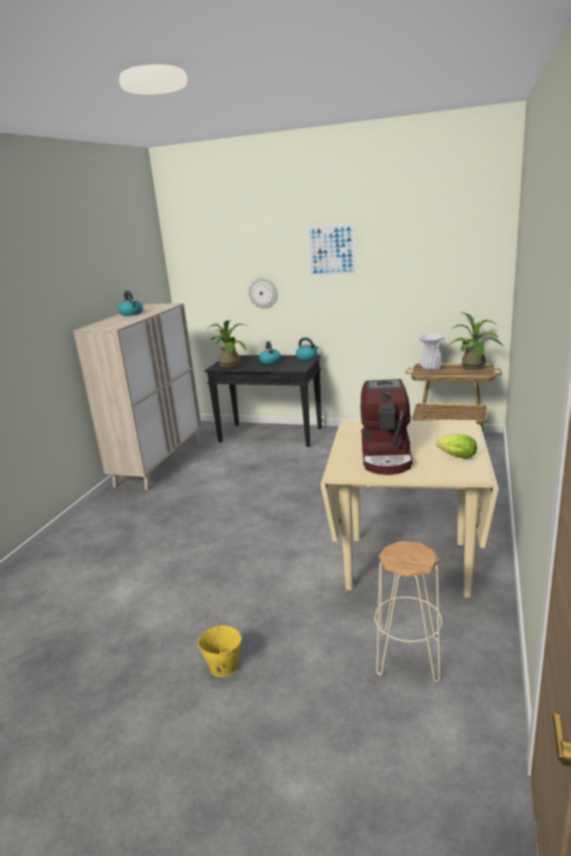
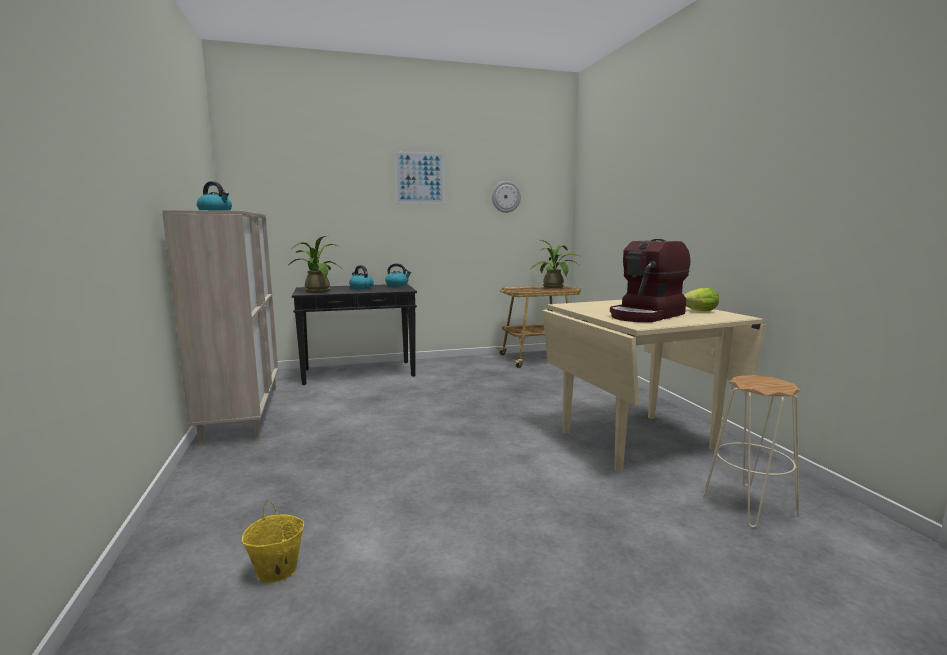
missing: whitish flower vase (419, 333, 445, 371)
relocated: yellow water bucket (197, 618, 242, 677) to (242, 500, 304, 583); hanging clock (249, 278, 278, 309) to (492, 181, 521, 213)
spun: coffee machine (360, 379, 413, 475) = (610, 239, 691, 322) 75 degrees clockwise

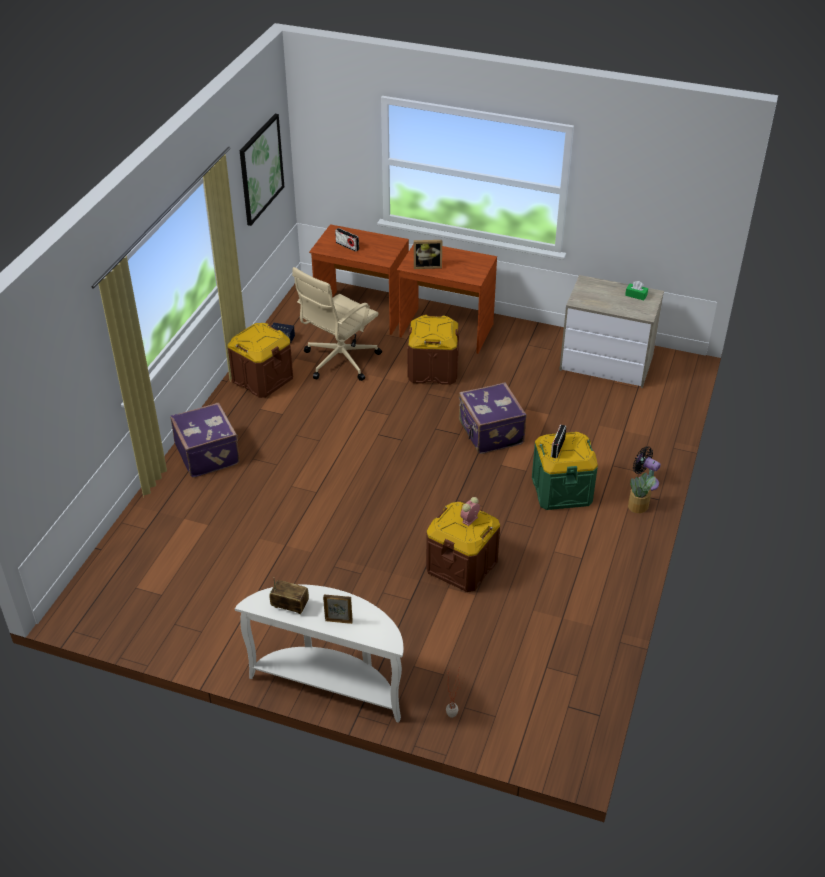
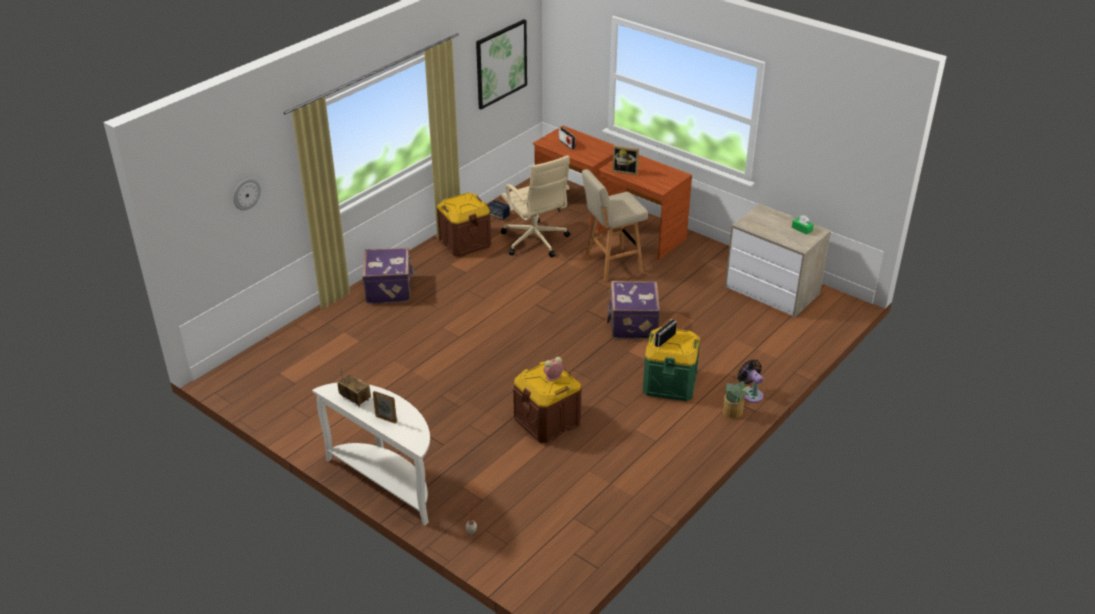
appeared: hanging clock (233, 179, 261, 210)
exchanged: brown-coloured storage bin (407, 315, 459, 385) to beige-coloured stool (582, 169, 648, 281)
spun: beige-coloured computer chair (292, 267, 382, 381) = (501, 155, 571, 257) 90 degrees counterclockwise

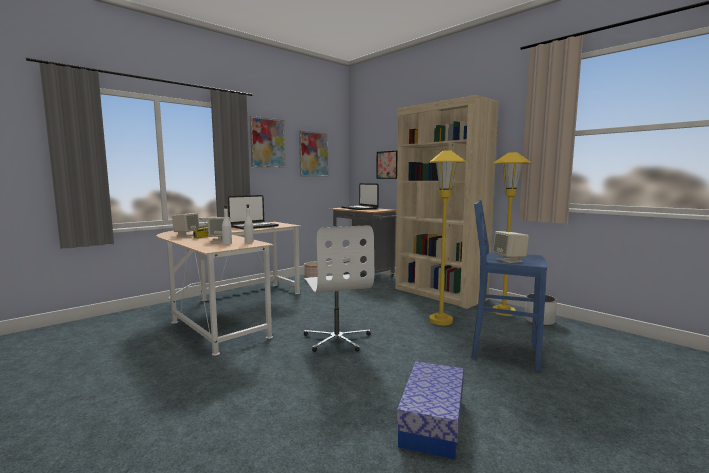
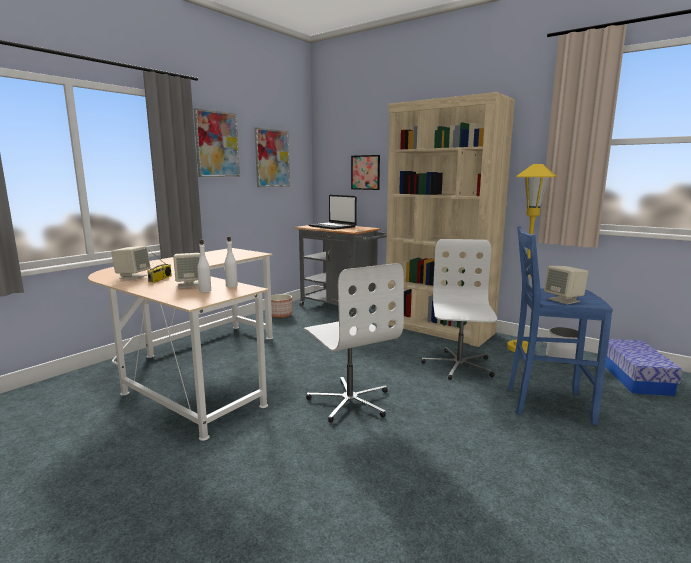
missing: laptop (228, 195, 279, 229)
relocated: storage bin (396, 361, 464, 460) to (605, 339, 682, 396)
exchanged: yellow standing lamp (429, 150, 466, 325) to whitish computer chair (421, 239, 497, 380)

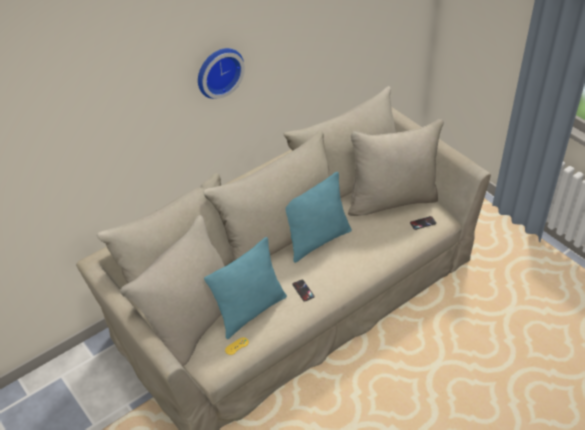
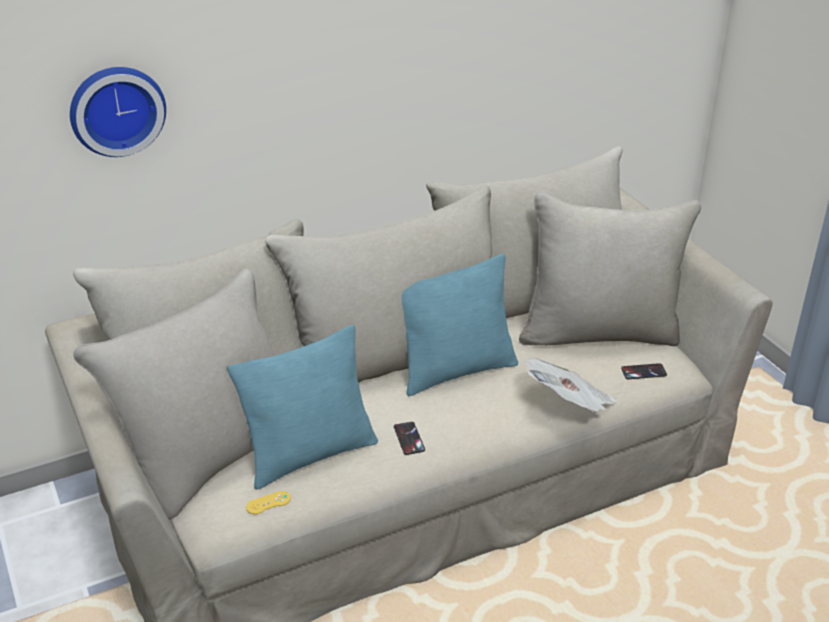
appeared: newspaper (524, 357, 617, 412)
relocated: hanging clock (198, 48, 245, 99) to (70, 67, 166, 157)

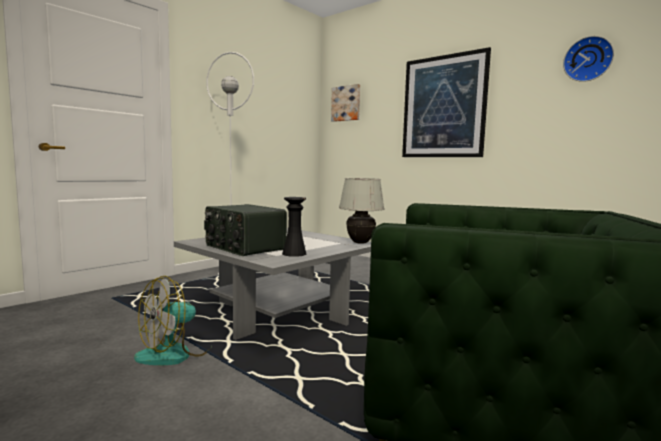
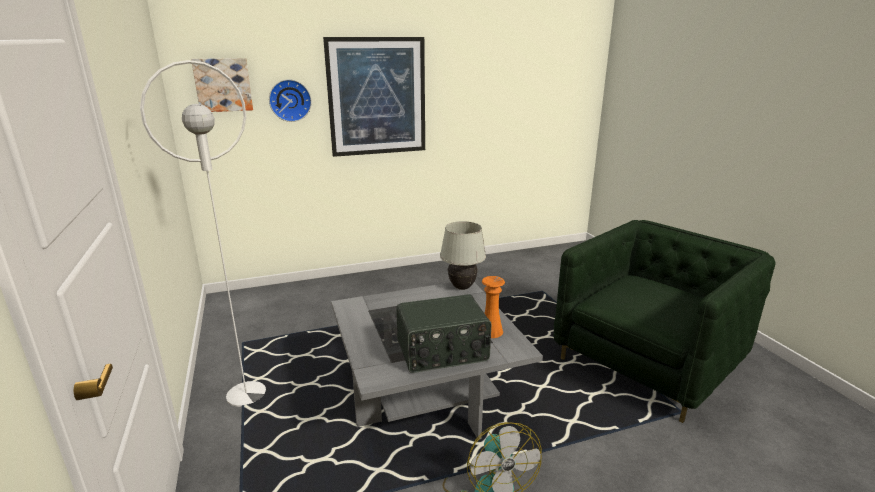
relocated: hanging clock (563, 36, 614, 82) to (269, 79, 312, 122)
colour: black-coloured flower vase (282, 197, 306, 257) to orangey flower vase (482, 276, 505, 338)

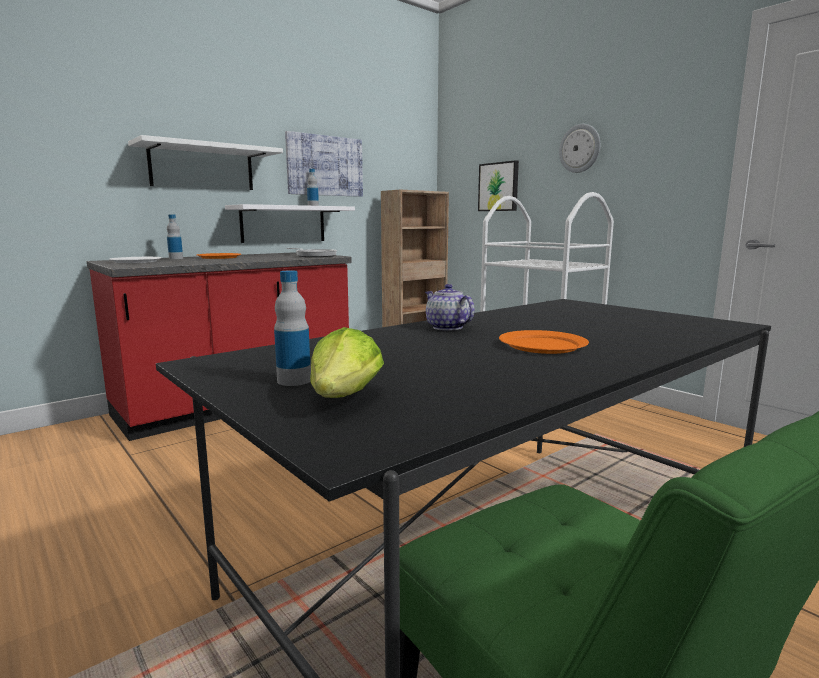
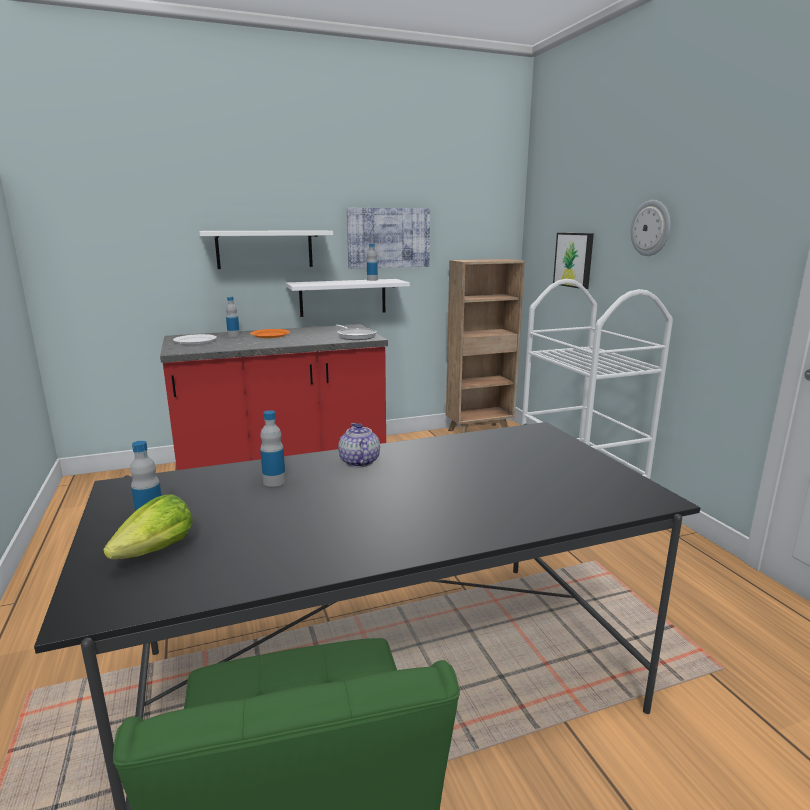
missing: orangey dinner plate (499, 330, 589, 354)
appeared: bottle (260, 410, 286, 487)

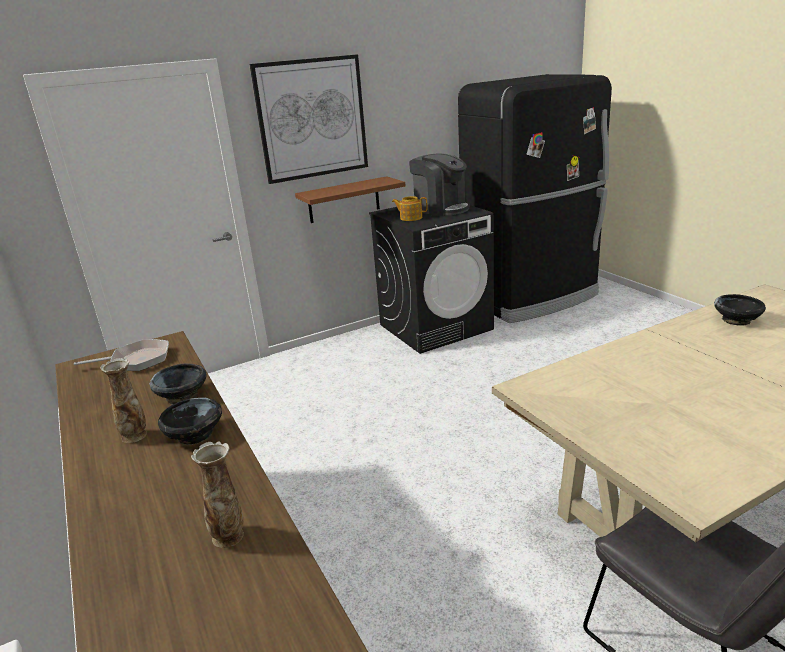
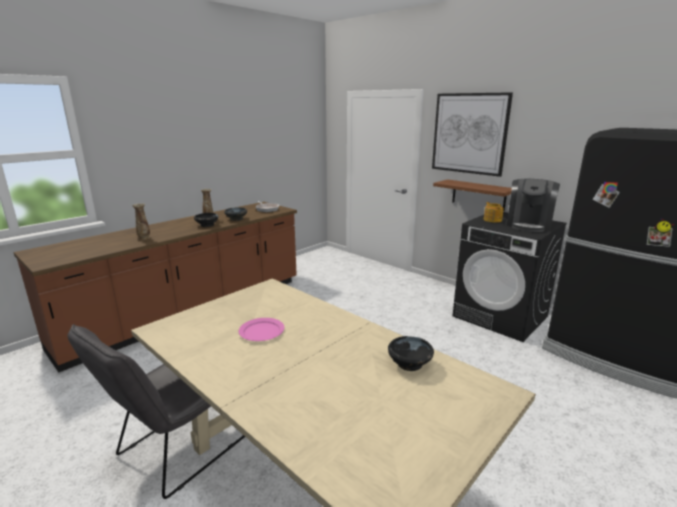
appeared: pink dinner plate (239, 318, 285, 341)

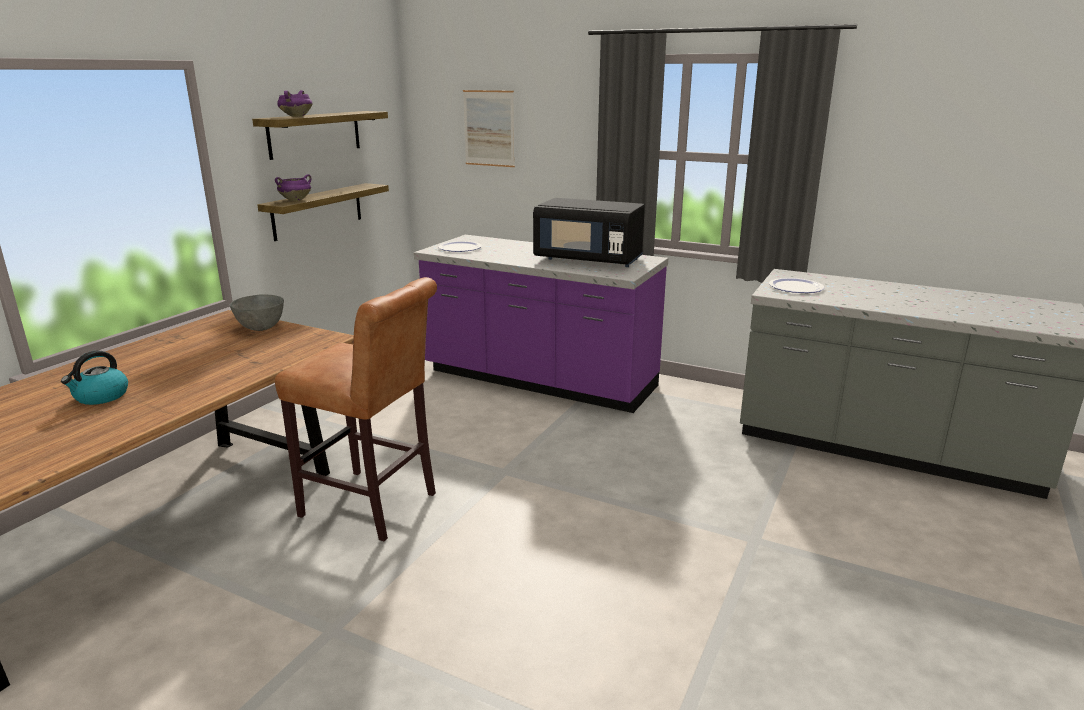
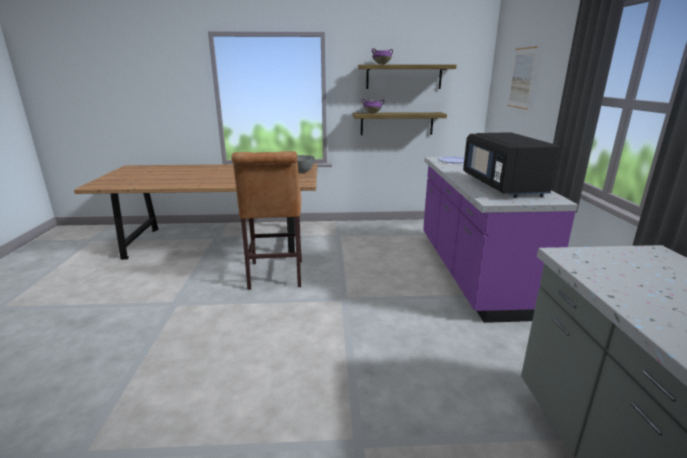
missing: tea kettle (61, 350, 128, 405); dinner plate (769, 278, 825, 293)

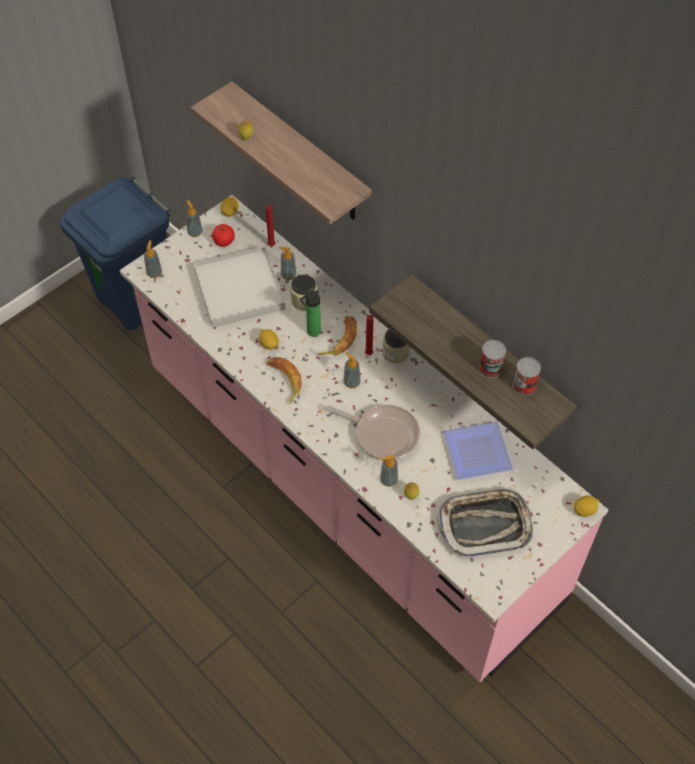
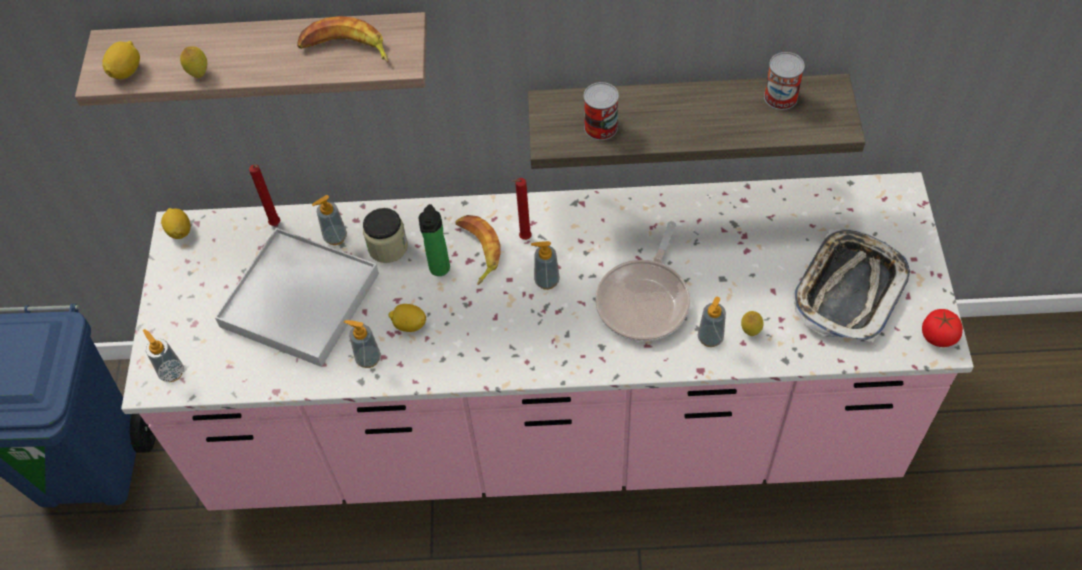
missing: jar (382, 329, 410, 364); dinner plate (443, 422, 513, 480)
relocated: soap dispenser (185, 200, 203, 237) to (344, 320, 381, 368); tomato (212, 224, 235, 247) to (922, 309, 963, 347); whole banana (266, 357, 302, 405) to (297, 16, 388, 63); sealed can (479, 340, 506, 378) to (584, 82, 619, 140); whole lemon (574, 495, 599, 517) to (102, 41, 140, 79)
spun: frying pan (326, 404, 420, 460) = (595, 221, 690, 342) 135 degrees clockwise

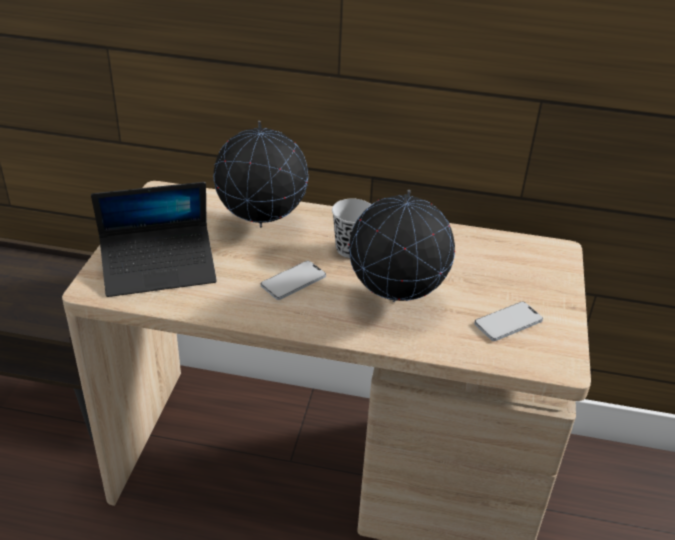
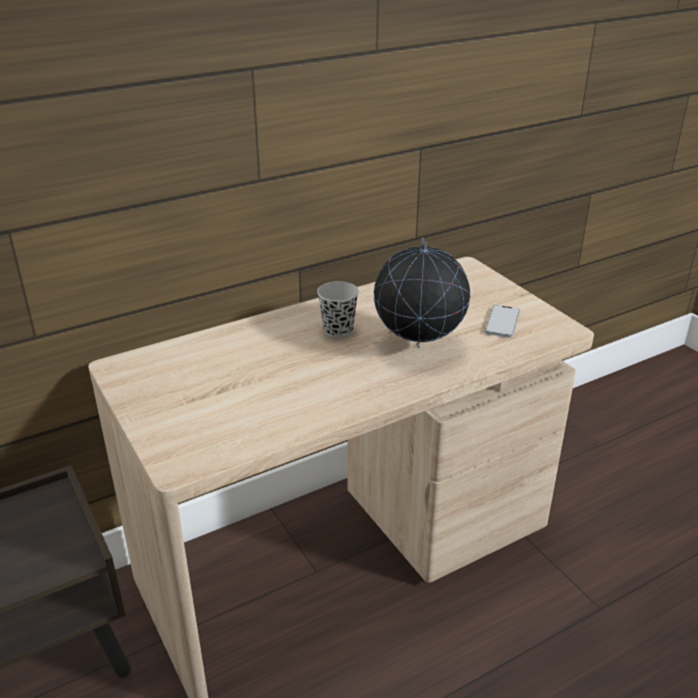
missing: laptop (91, 182, 217, 297); desk globe (213, 121, 308, 228); phone (261, 261, 326, 300)

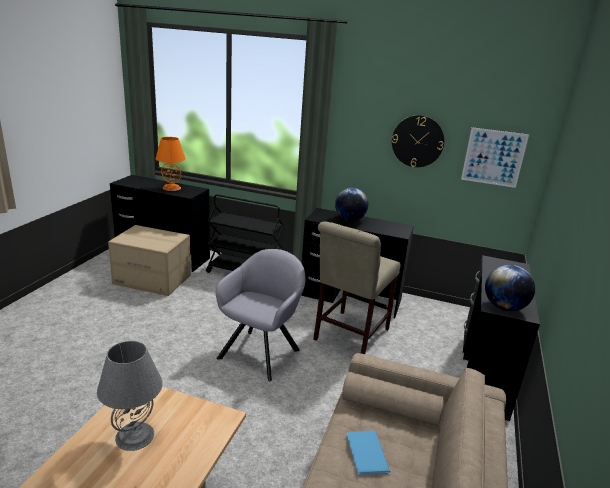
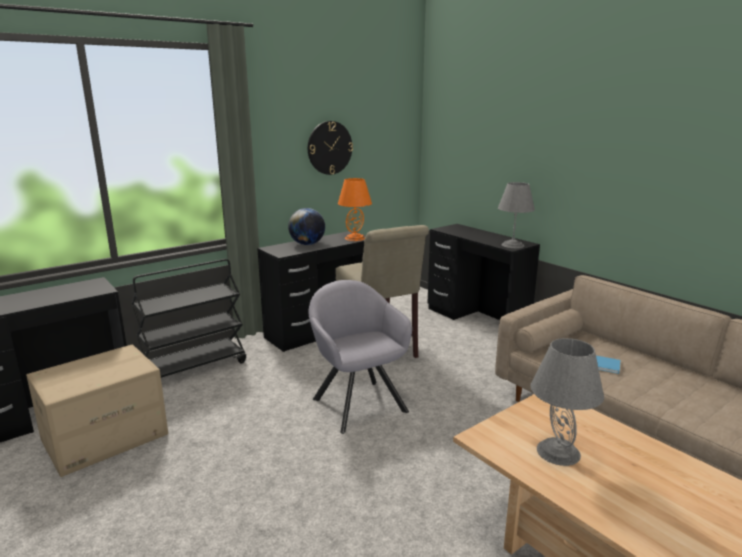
missing: wall art (461, 127, 529, 188)
relocated: orangey tabletop lamp (155, 137, 186, 191) to (338, 178, 372, 241)
exchanged: desk globe (485, 265, 535, 311) to greyish tabletop lamp (498, 182, 535, 248)

